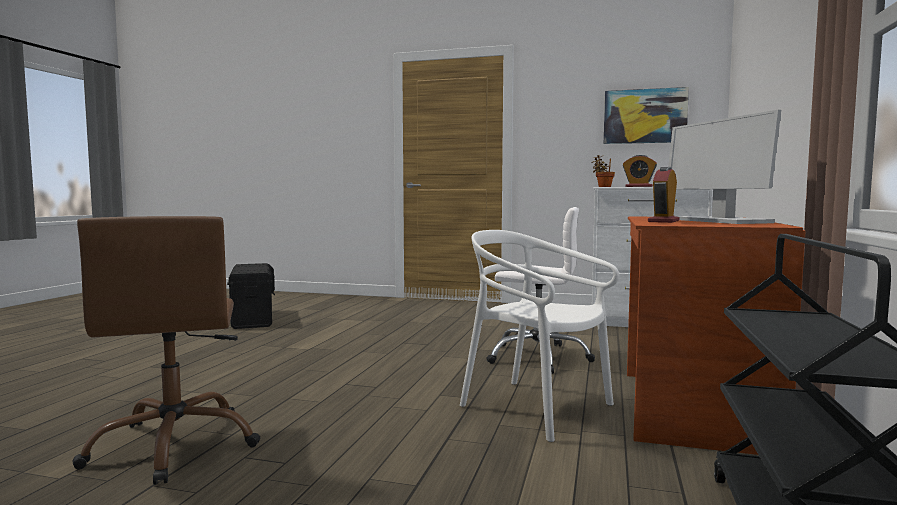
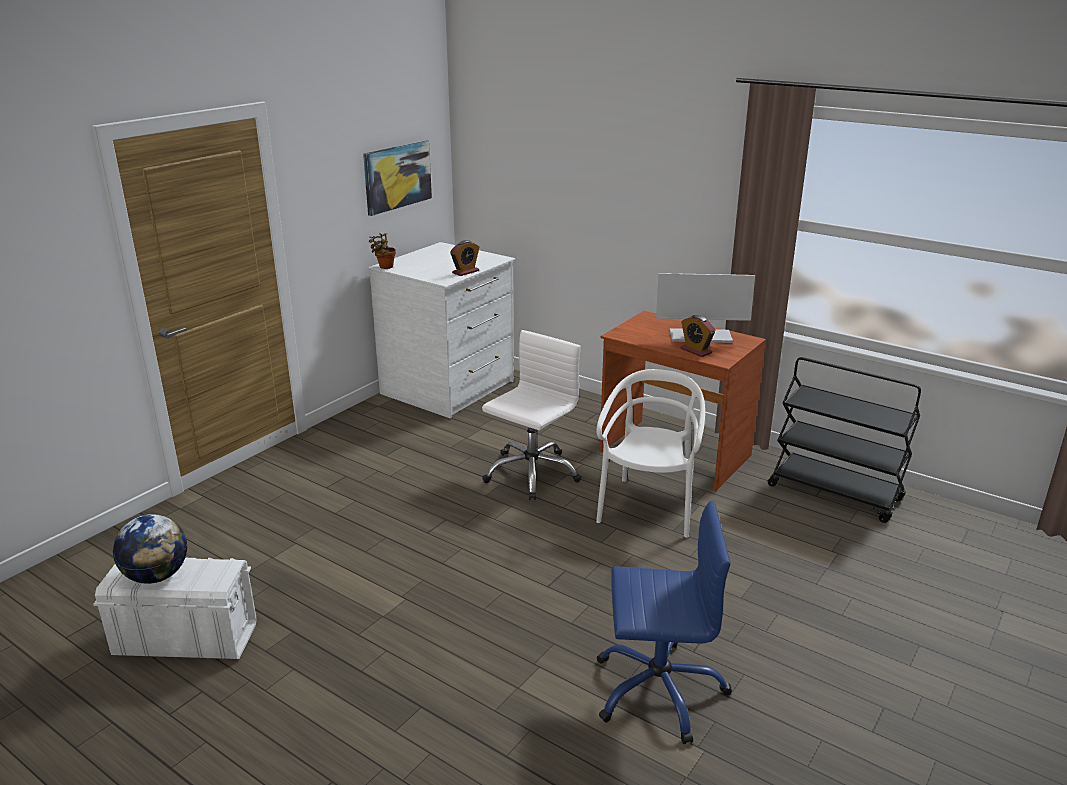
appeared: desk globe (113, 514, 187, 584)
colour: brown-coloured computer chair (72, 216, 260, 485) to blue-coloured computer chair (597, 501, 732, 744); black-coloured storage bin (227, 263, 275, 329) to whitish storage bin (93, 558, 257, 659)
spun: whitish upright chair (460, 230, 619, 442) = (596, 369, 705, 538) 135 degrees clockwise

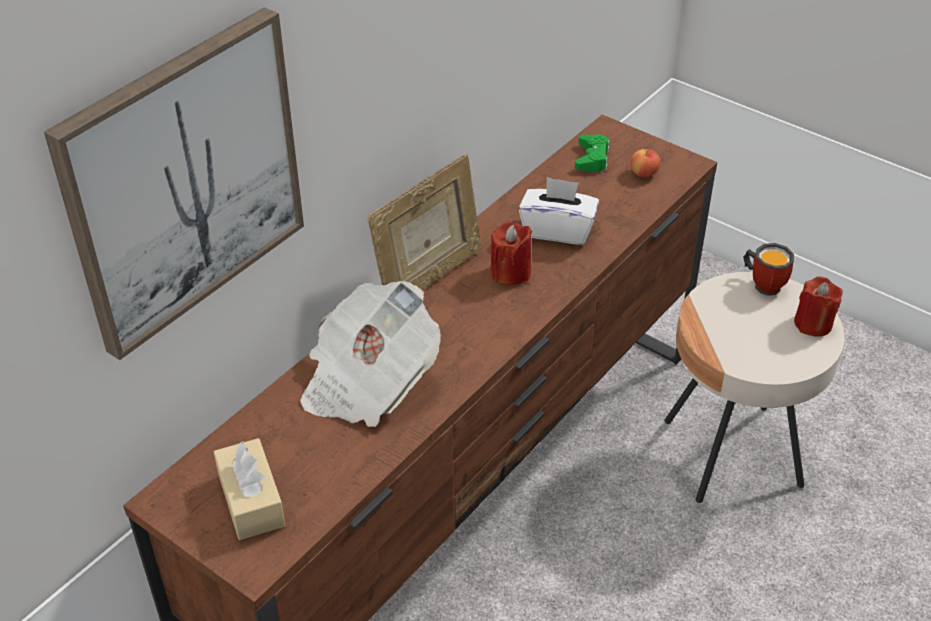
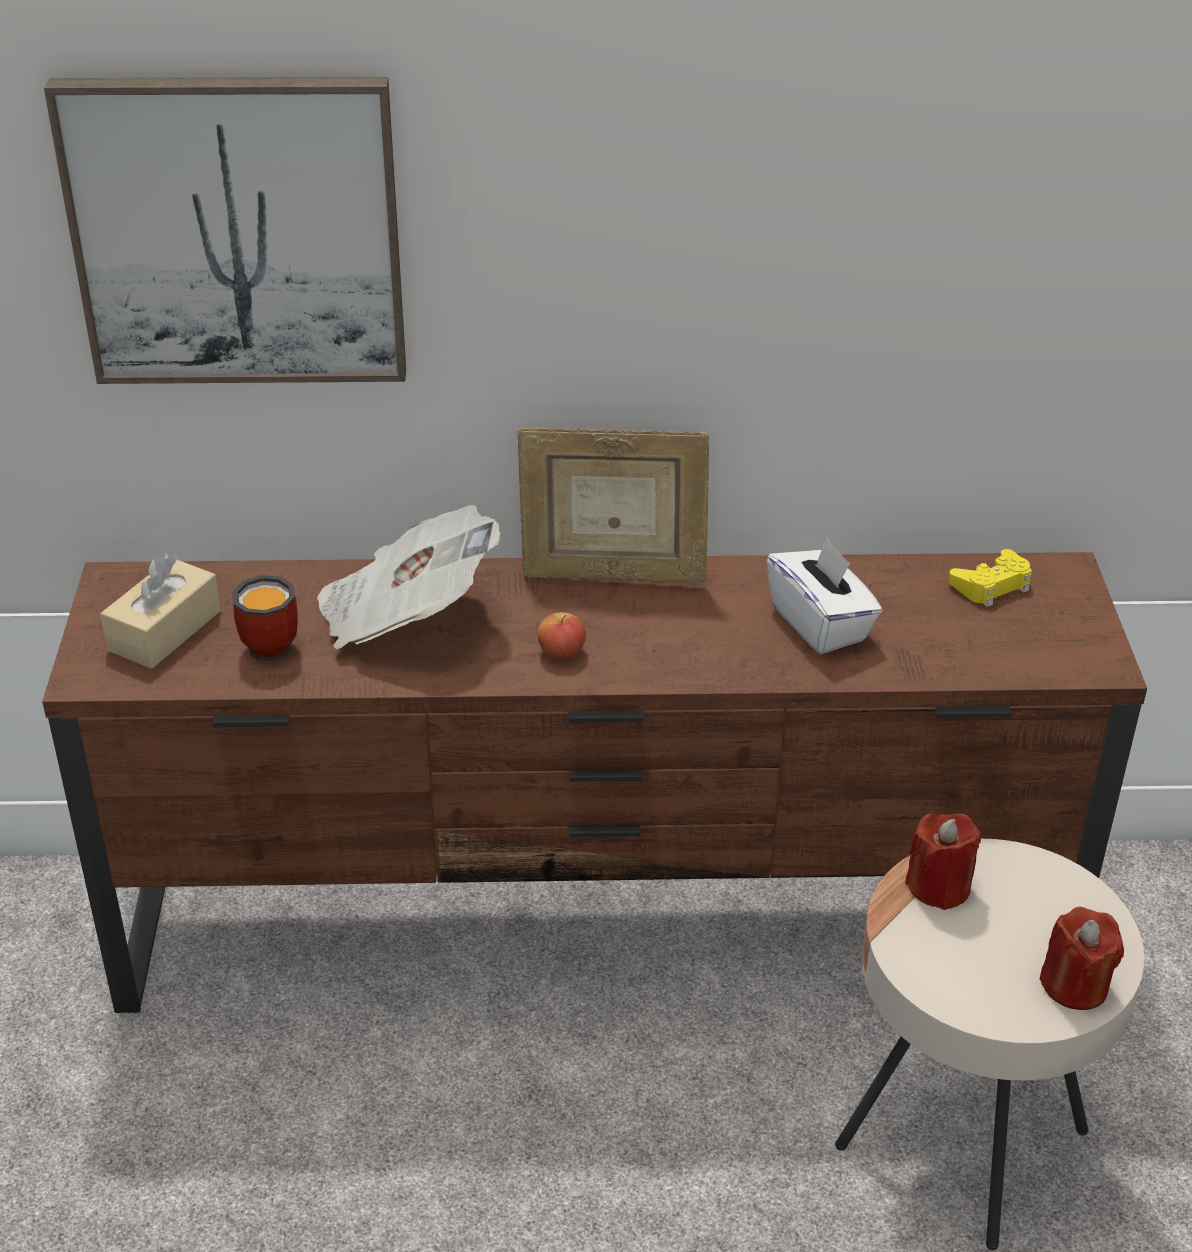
relocated: red-coloured candle (490, 221, 532, 285) to (905, 813, 981, 910); apple fruit (630, 149, 660, 177) to (537, 612, 586, 659); tea mug (743, 243, 794, 296) to (232, 575, 298, 662)
colour: green gamepad (575, 134, 609, 172) to yellow gamepad (948, 549, 1032, 607)

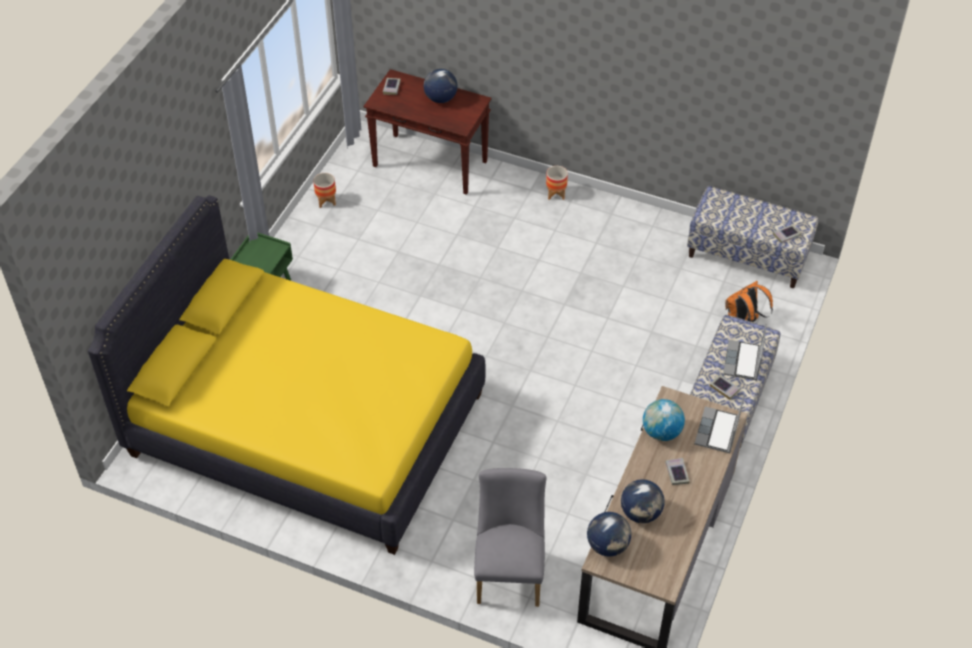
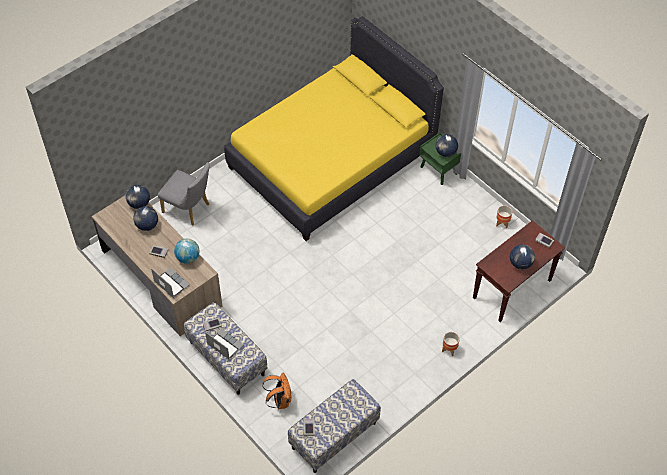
appeared: desk globe (436, 134, 458, 157)

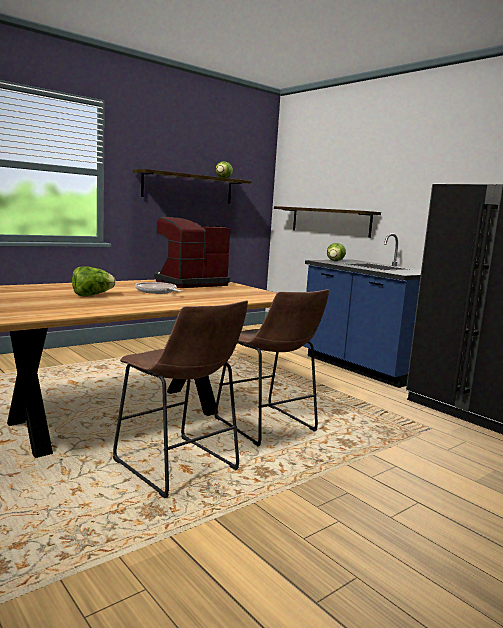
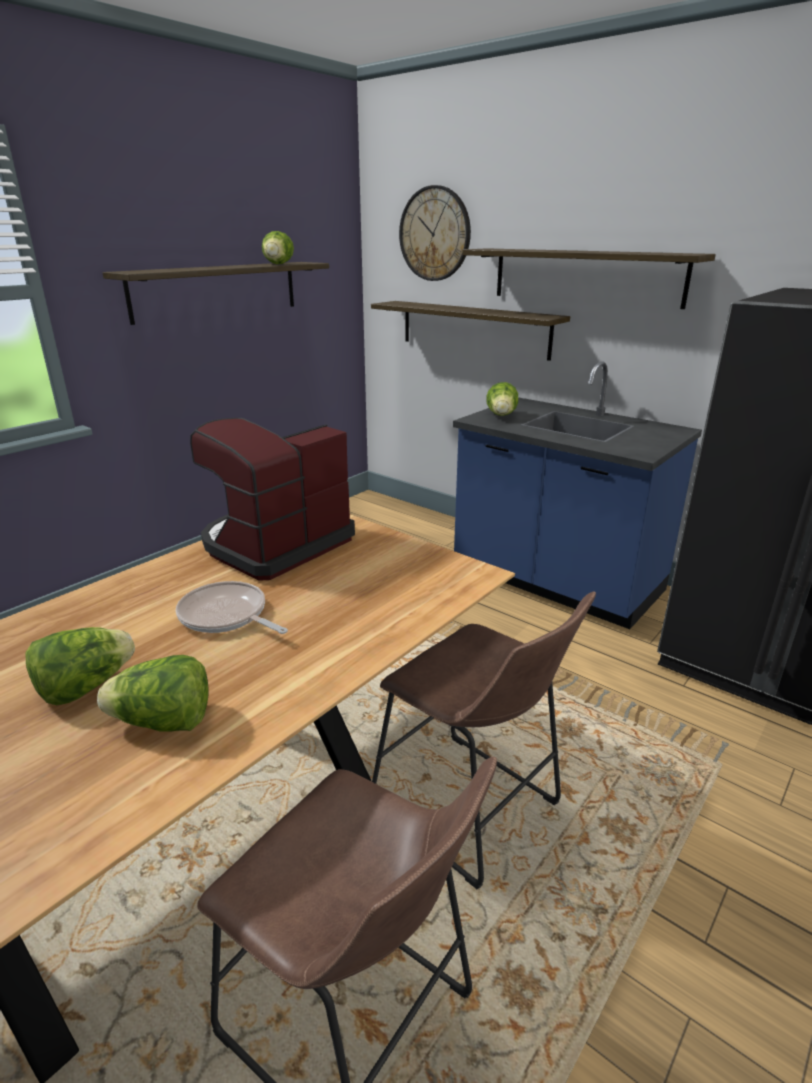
appeared: lettuce head (97, 655, 209, 732); hanging clock (399, 185, 471, 281); wall shelf (462, 248, 716, 309)

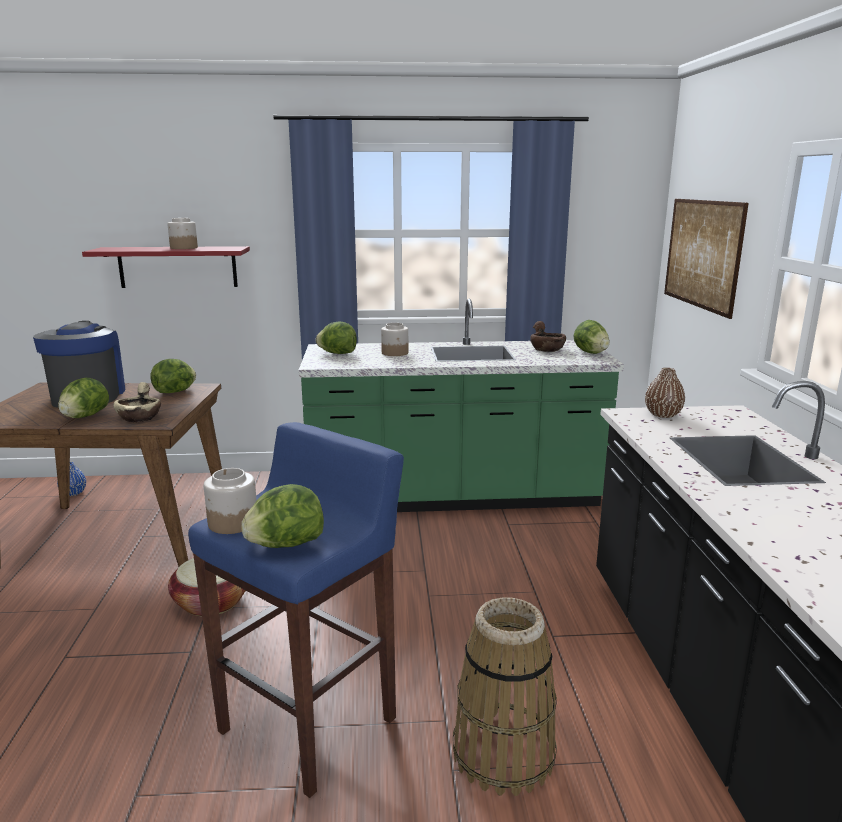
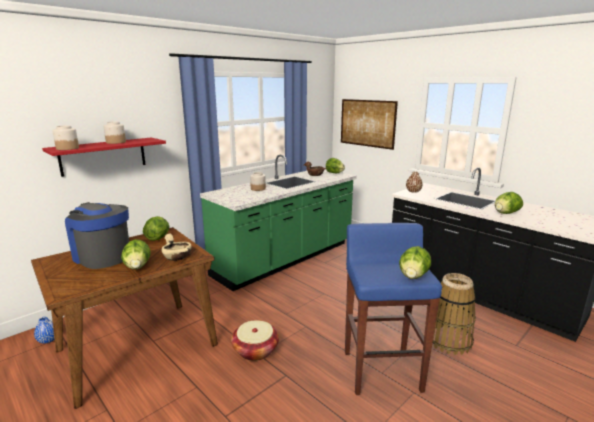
relocated: jar (204, 468, 257, 534) to (52, 125, 79, 150); lettuce head (316, 322, 357, 354) to (495, 192, 523, 214)

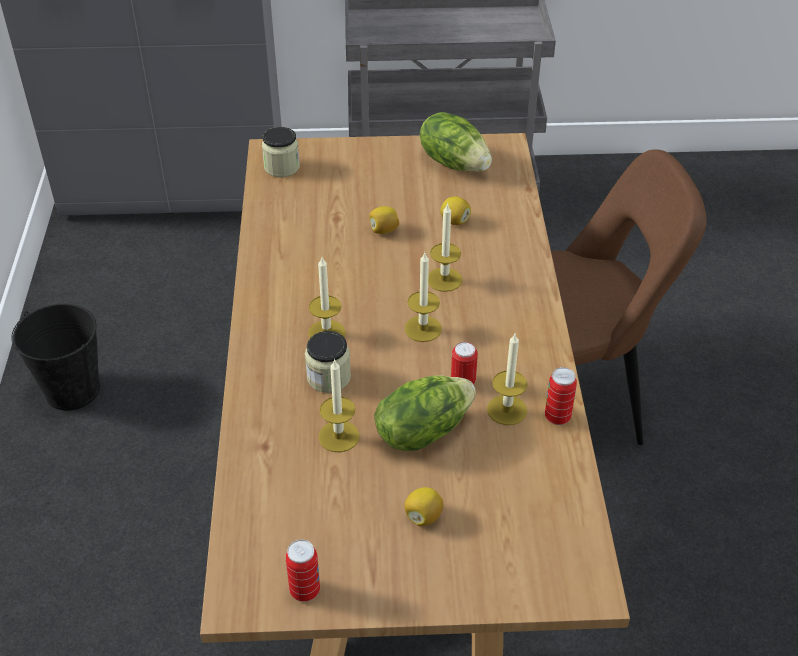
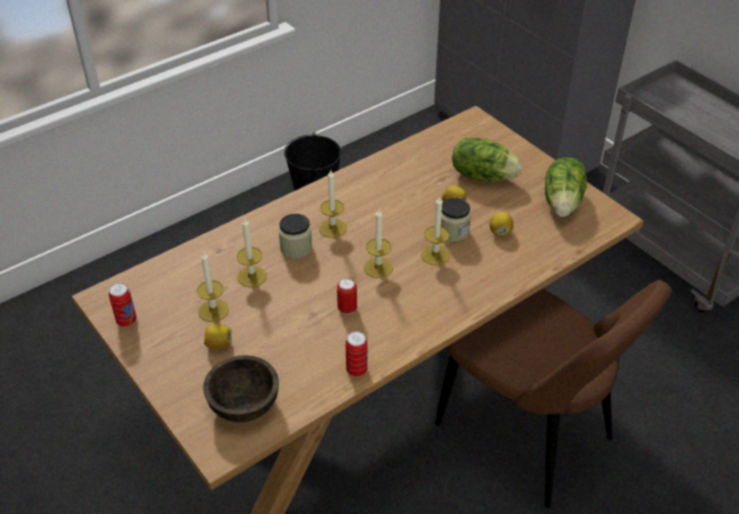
appeared: brown-coloured deep dish (203, 355, 279, 422)
relocated: jar (262, 127, 300, 177) to (441, 198, 471, 242); lettuce head (374, 375, 476, 451) to (452, 138, 522, 182); candle (487, 334, 528, 425) to (197, 251, 229, 322)

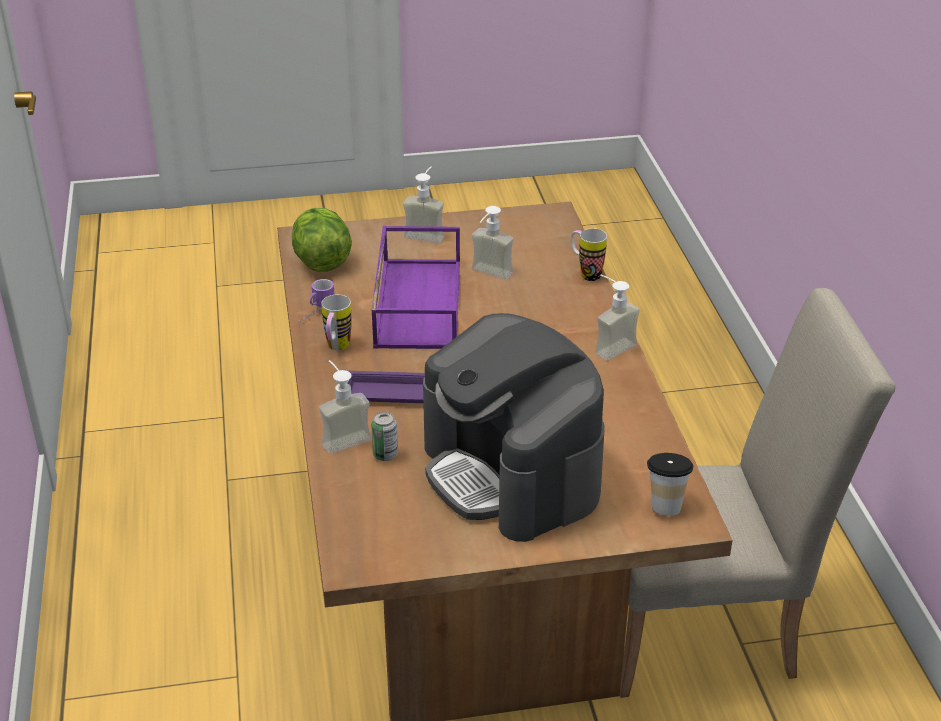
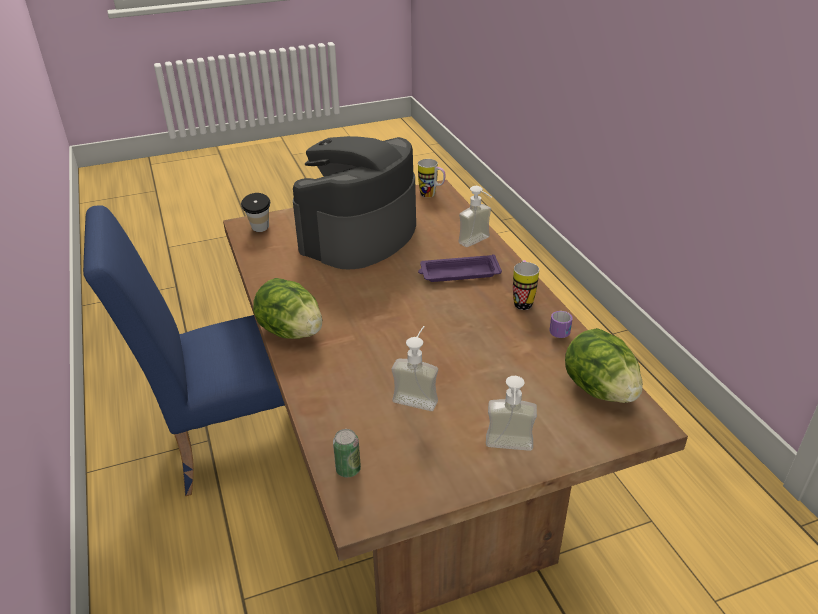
missing: purplish tray (372, 226, 460, 349)
relocated: sealed can (371, 412, 398, 461) to (333, 429, 361, 477); tea mug (571, 229, 607, 281) to (418, 159, 446, 198)
exchanged: soap dispenser (595, 275, 640, 361) to lettuce head (253, 278, 322, 339)
colour: beige-coloured upright chair (620, 288, 895, 698) to blue-coloured upright chair (83, 205, 285, 496)
spun: coffee machine (423, 313, 605, 542) = (293, 136, 416, 269) 105 degrees counterclockwise

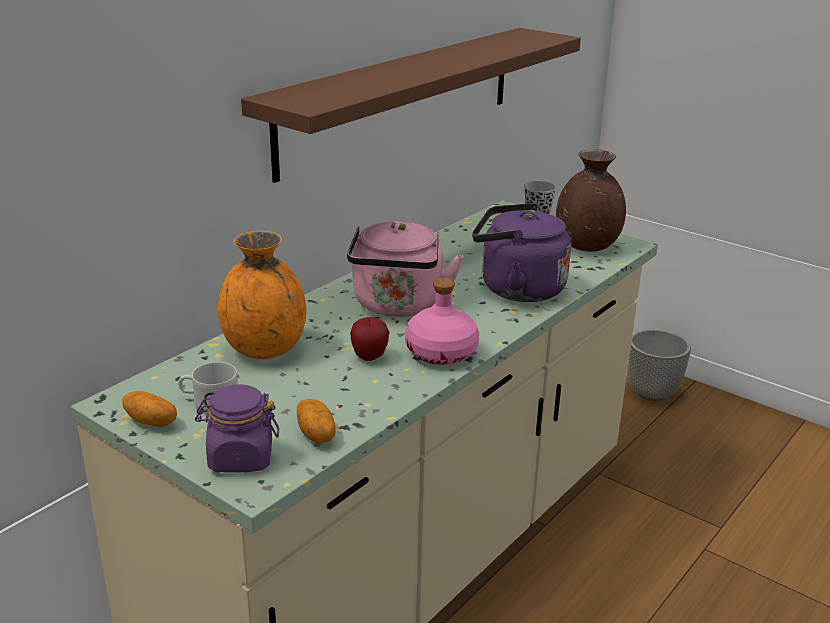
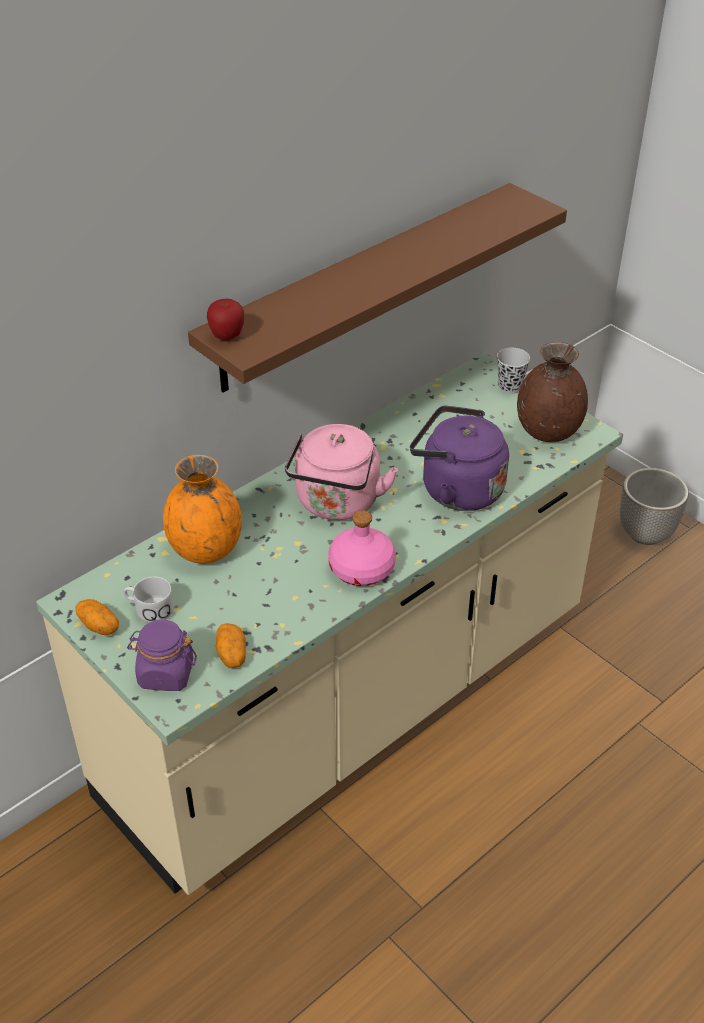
relocated: apple fruit (350, 317, 389, 361) to (207, 298, 244, 341)

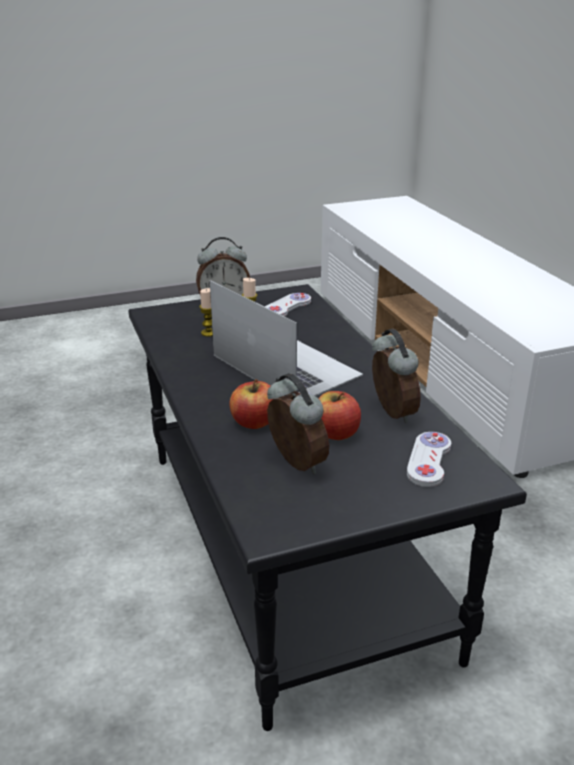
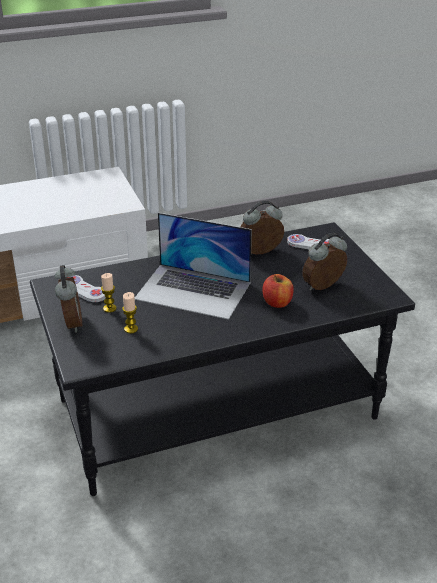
missing: apple fruit (318, 391, 361, 440)
spun: laptop (210, 280, 363, 396) = (135, 213, 252, 320) 120 degrees counterclockwise

